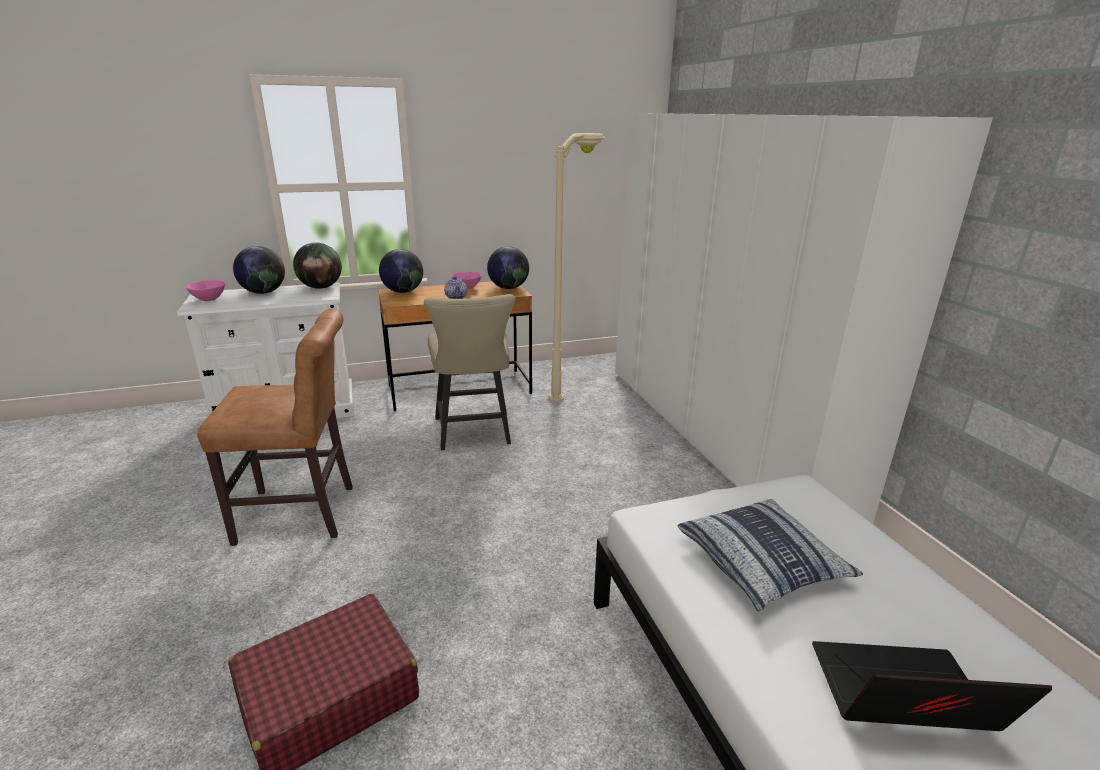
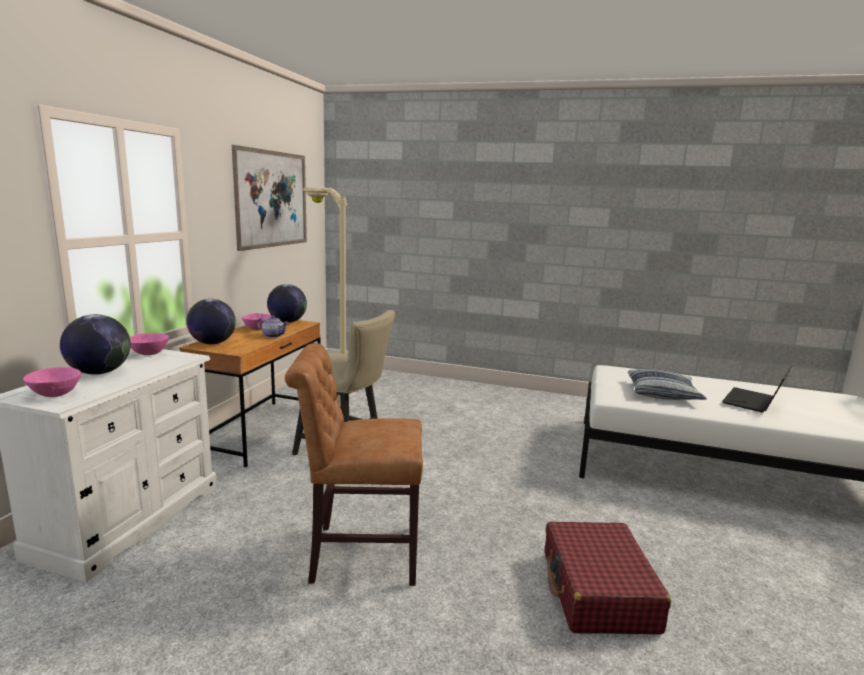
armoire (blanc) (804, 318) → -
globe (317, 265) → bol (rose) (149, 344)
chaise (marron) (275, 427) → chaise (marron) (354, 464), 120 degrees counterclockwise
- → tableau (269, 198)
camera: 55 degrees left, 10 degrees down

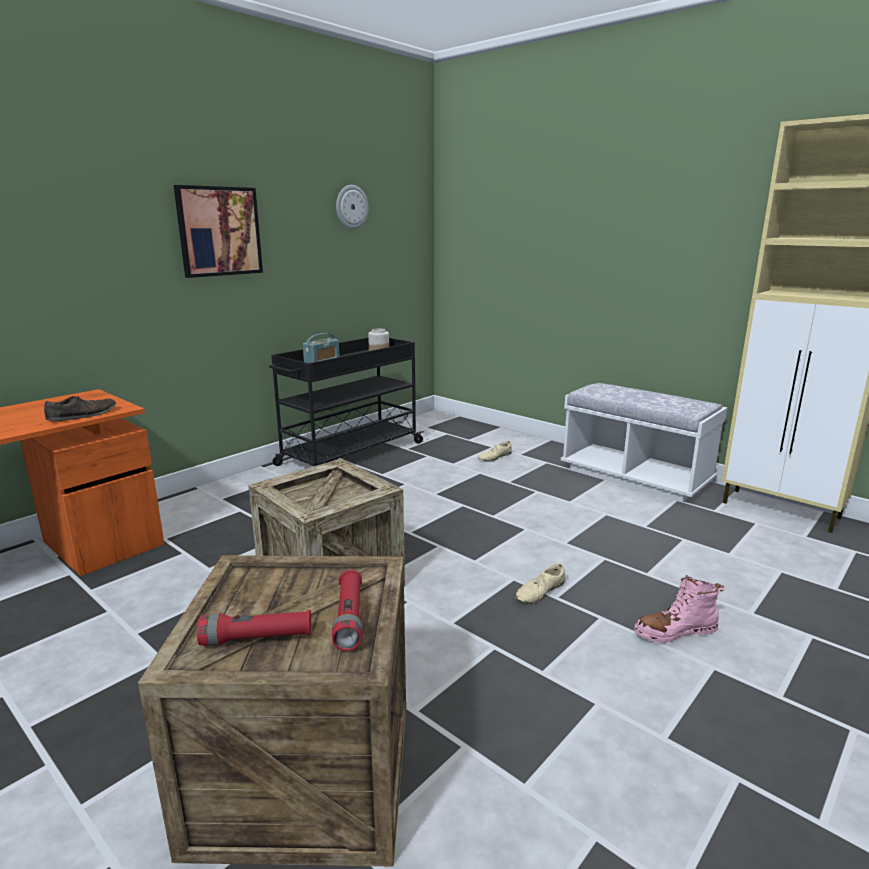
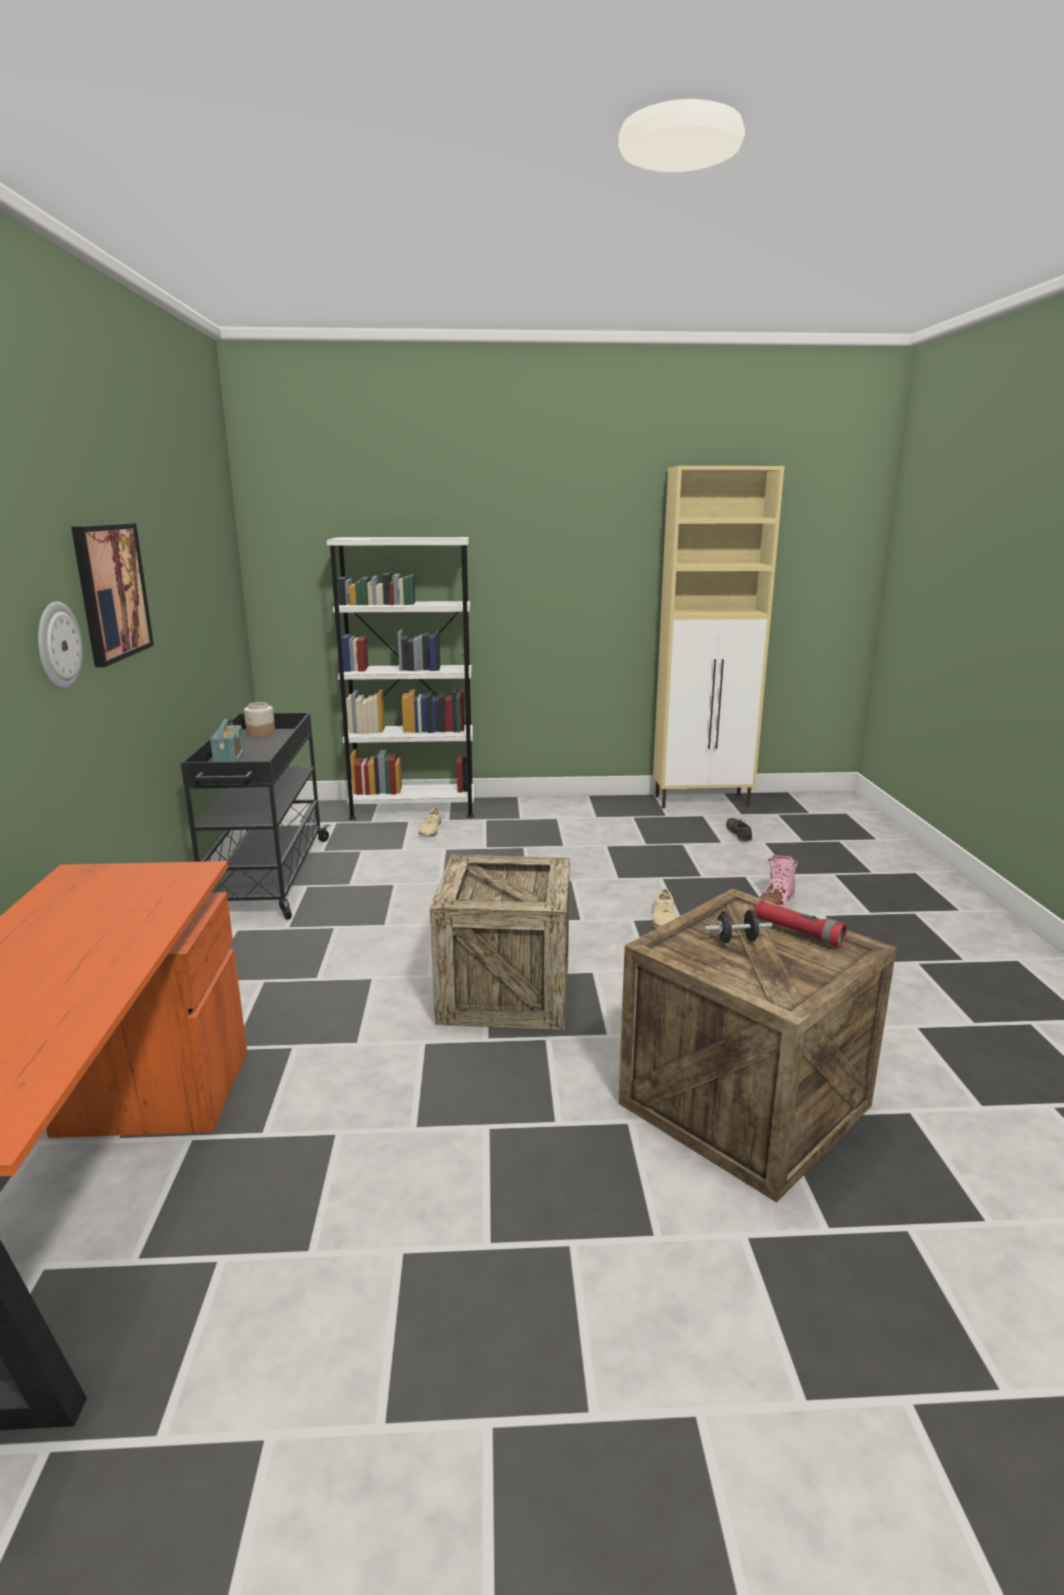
horloge murale (352, 207) → horloge murale (60, 645), moved
banc (blanc) (644, 442) → -
chaussure (marron) (80, 408) → chaussure (marron) (739, 830), moved
lampe de poche (rouge) (254, 628) → -
- → bibliothèque (blanc) (400, 678)
- → haltère (noir) (738, 926)
camera: 45 degrees left, 0 degrees up

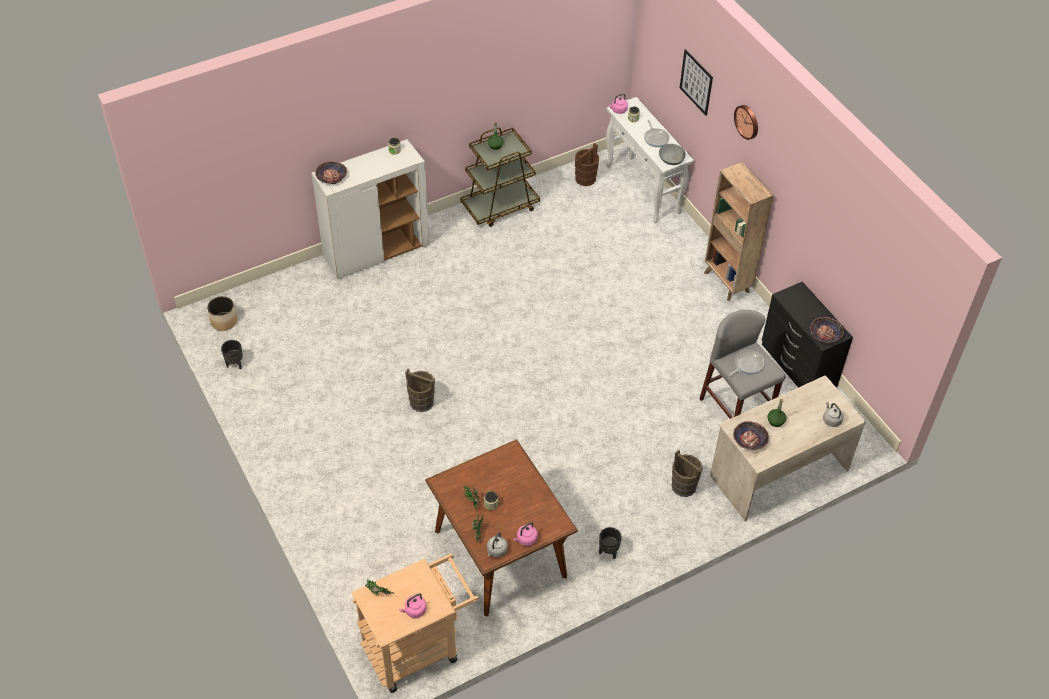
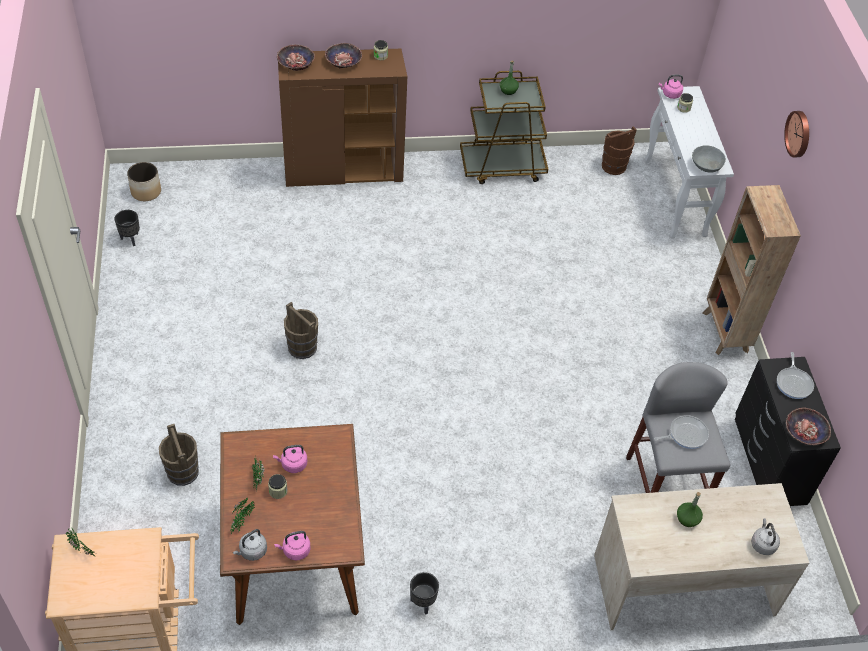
tableau (696, 82) → -
poêle (657, 133) → poêle (795, 375), moved
meuble de rangement (blanc) (370, 209) → meuble de rangement (marron) (342, 118)
bol (751, 435) → bol (343, 55), moved
seau (marron) (687, 473) → seau (marron) (179, 455), moved
bouilloire (rose) (413, 605) → bouilloire (rose) (290, 459), moved
camera: 20 degrees right, 0 degrees up

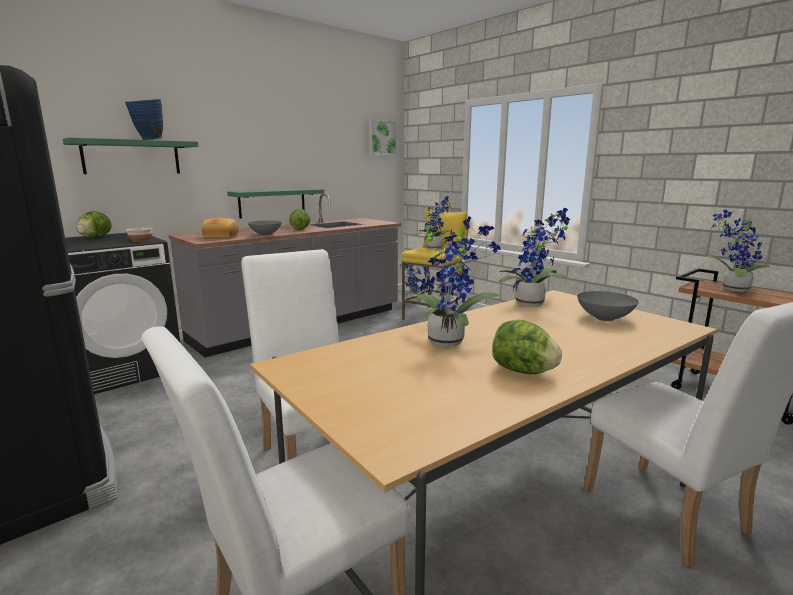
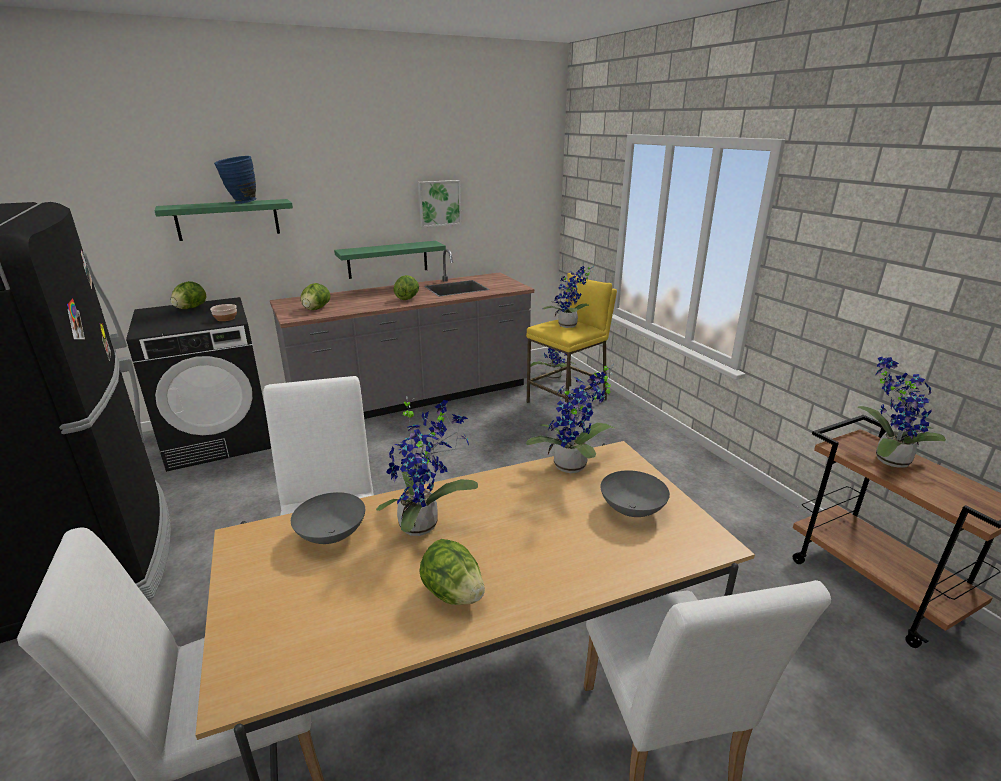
tableau (383, 137) → tableau (439, 204), moved
pain (220, 228) → laitue (316, 296)
bol (gris) (265, 228) → bol (gris) (328, 518), moved
camera: 15 degrees right, 10 degrees up

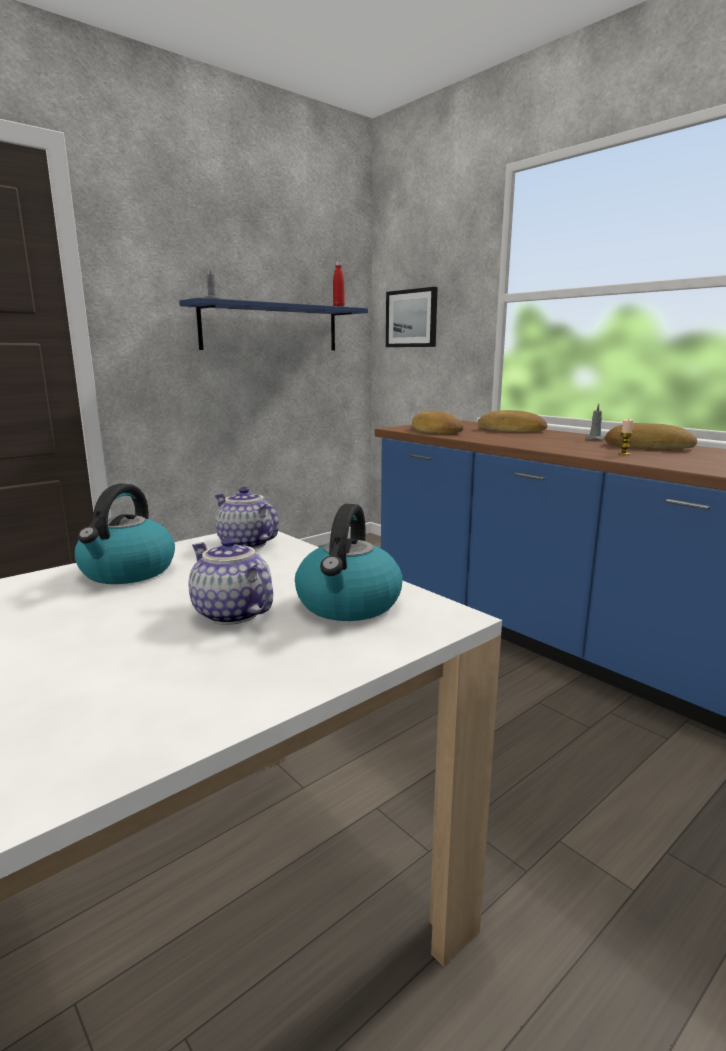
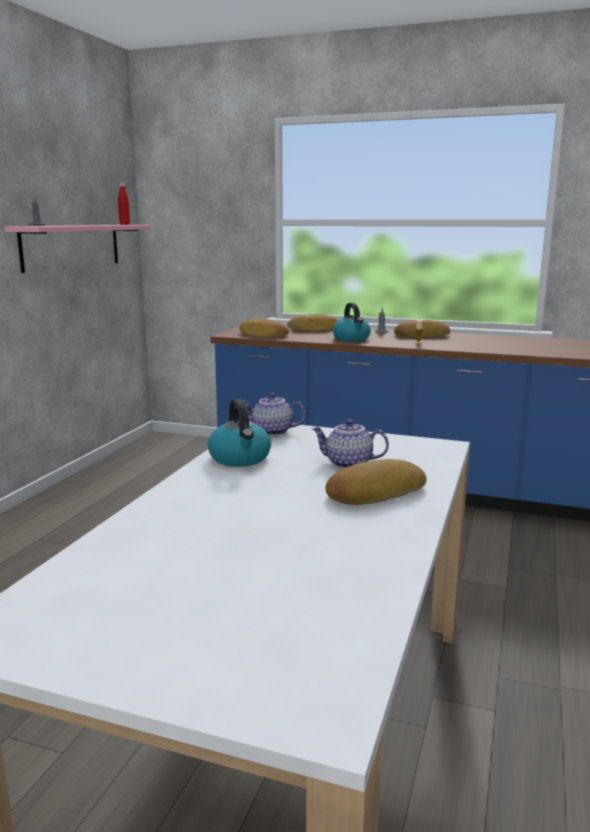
tableau (412, 317) → -
étagère (bleu) (273, 324) → étagère (rose) (77, 249)
bouilloire (349, 562) → bouilloire (352, 322), moved
- → pain (376, 482)
camera: 30 degrees left, 0 degrees up

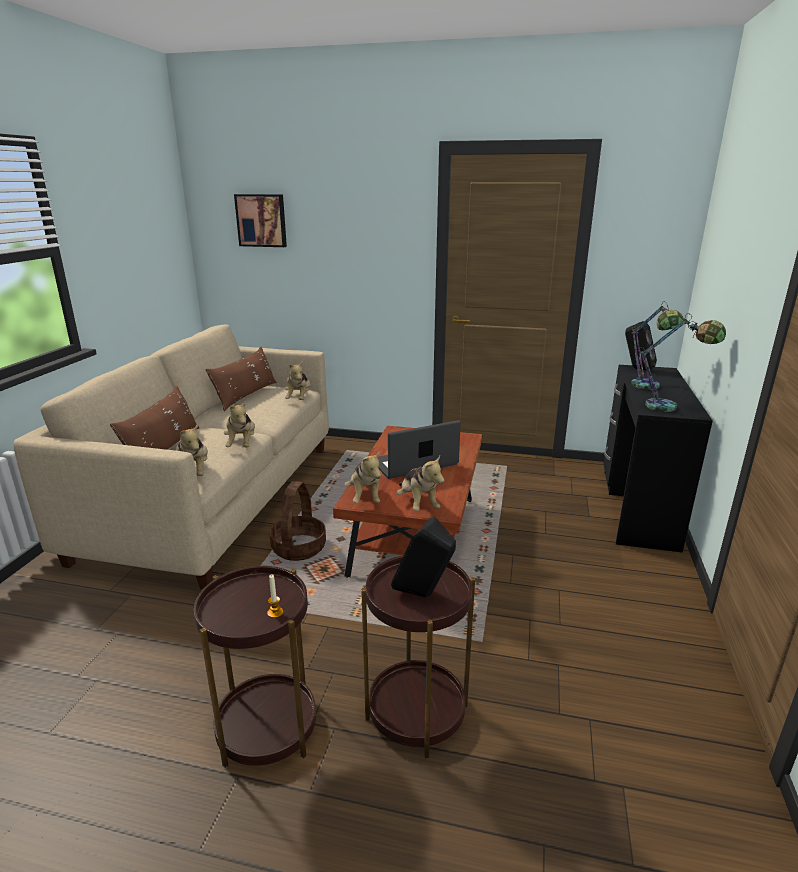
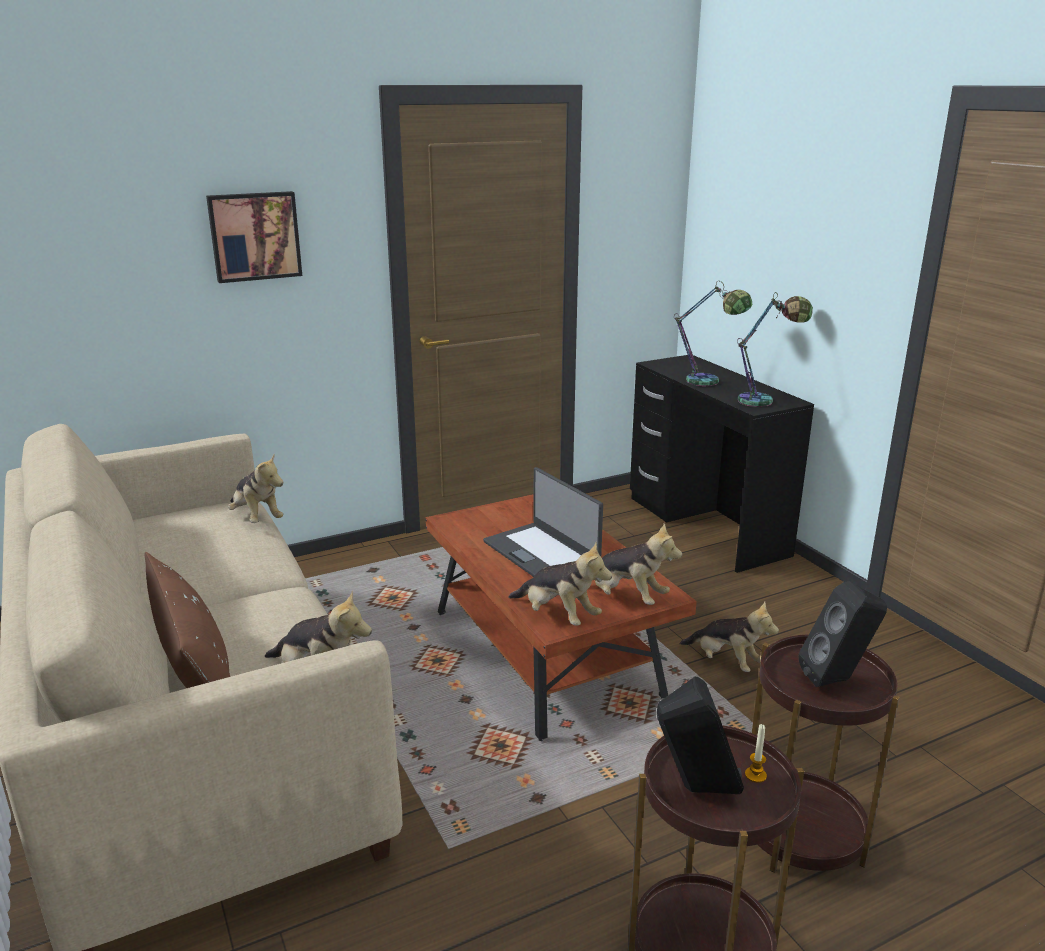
tableau (260, 220) → tableau (254, 237), moved
enceinte (noir) (641, 345) → enceinte (noir) (700, 735), moved
coussin (marron) (241, 379) → -
peluche (239, 424) → peluche (729, 636), moved
ordinateur portable (419, 449) → ordinateur portable (543, 522), 60 degrees counterclockwise
panier (297, 521) → -
camera: 40 degrees left, 0 degrees up

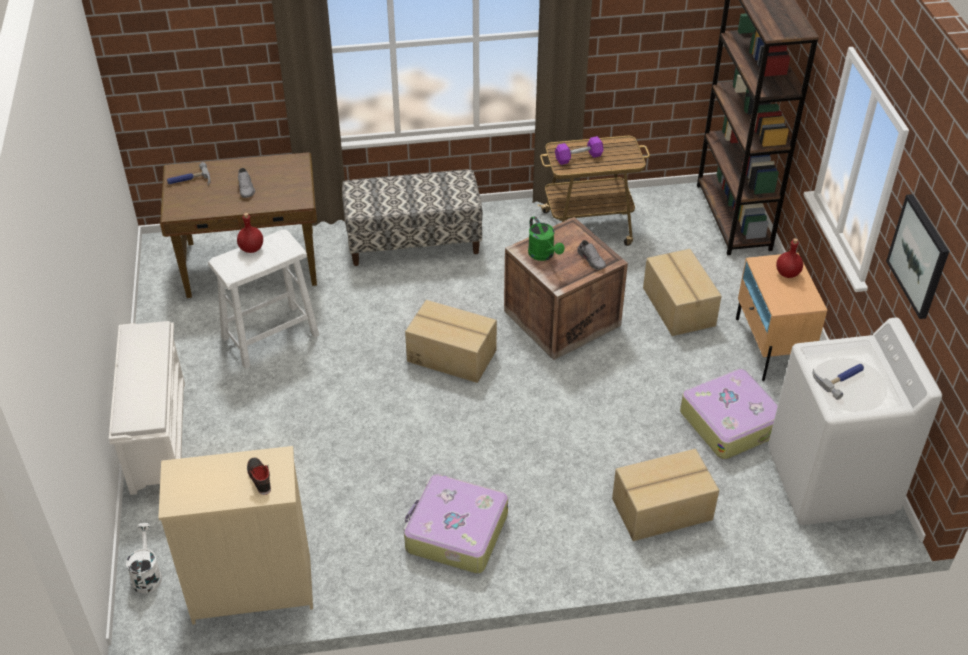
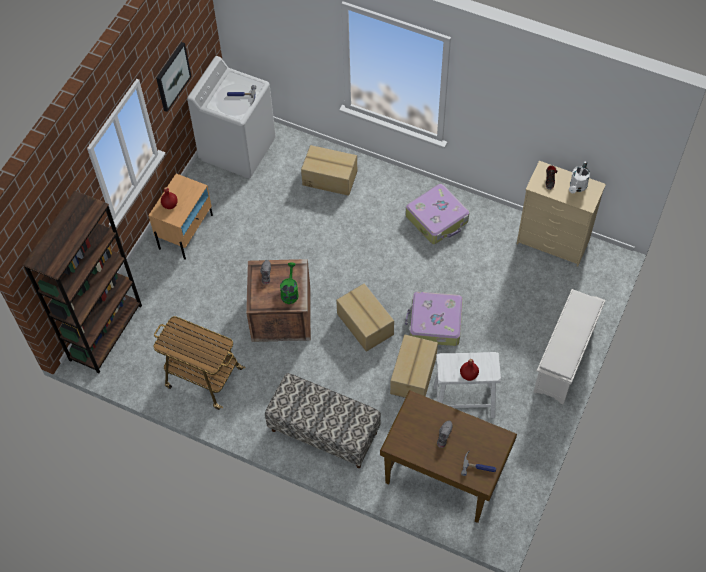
haltère (violet) (579, 150) → -
carton (682, 292) → carton (414, 366), moved
valise (729, 414) → valise (434, 319), moved
arrosoir (blanc) (144, 558) → arrosoir (blanc) (579, 177), moved
camera: 145 degrees left, 15 degrees up

